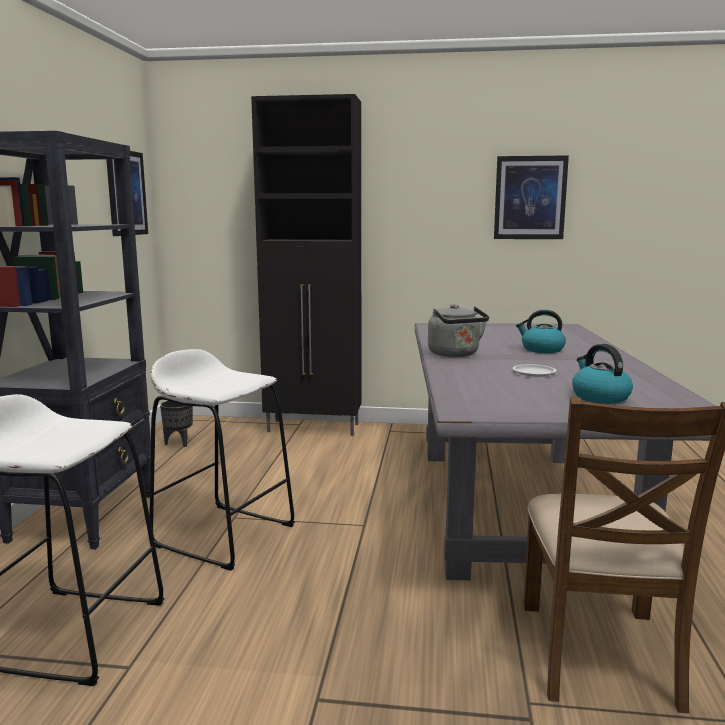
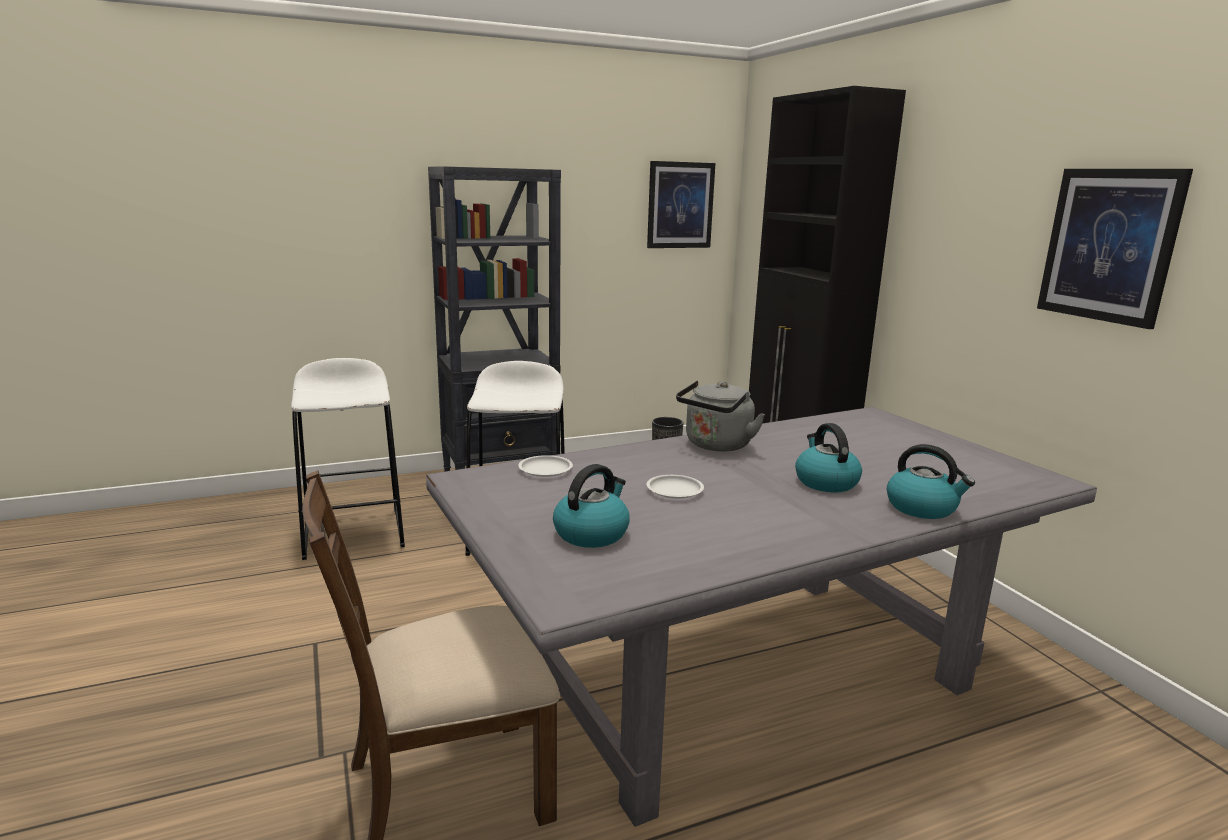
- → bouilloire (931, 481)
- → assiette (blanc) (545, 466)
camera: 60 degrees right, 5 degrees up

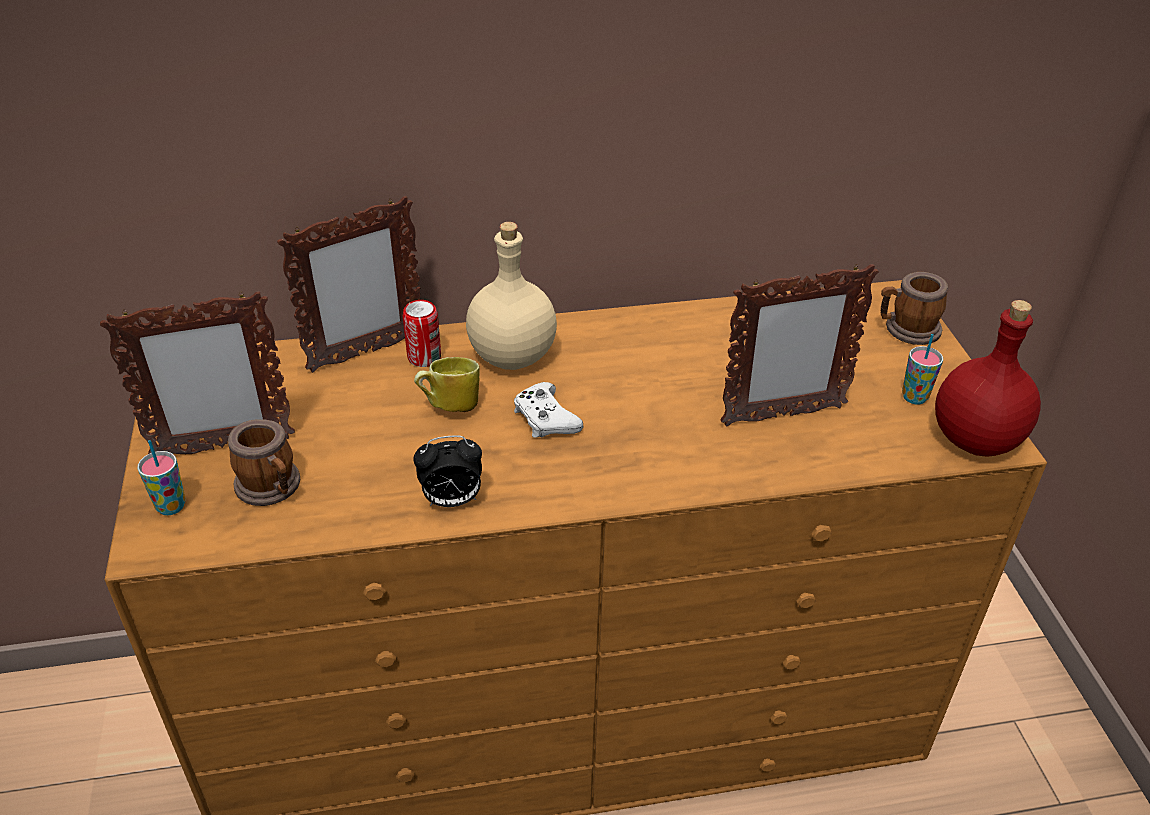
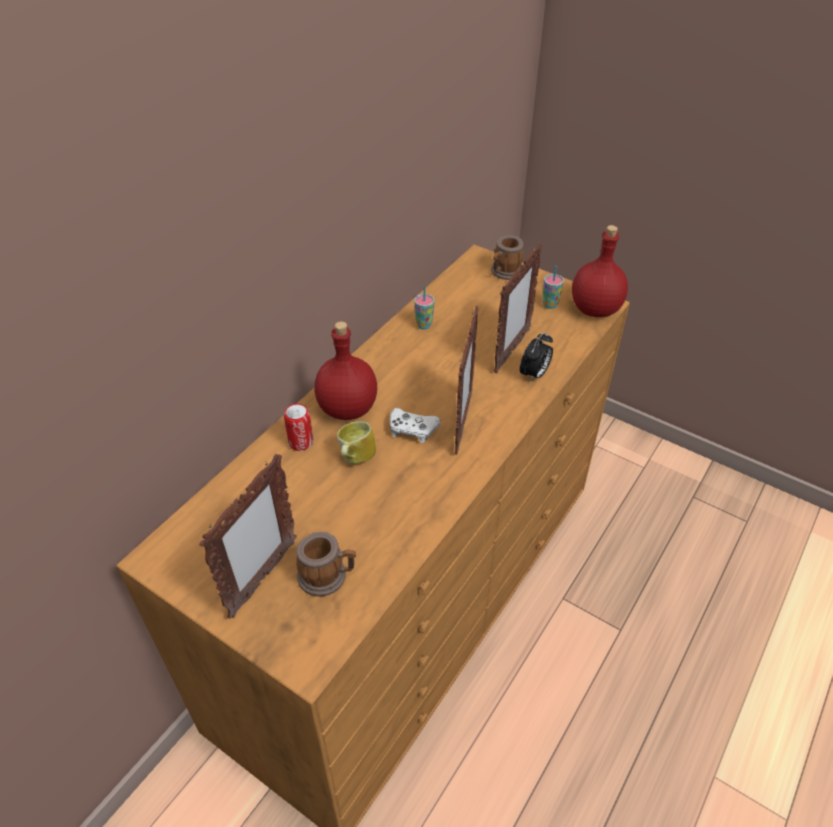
cadre photo (349, 284) → cadre photo (466, 380), moved
bouteille (beige) (511, 296) → bouteille (rouge) (346, 370)
réveil (447, 471) → réveil (536, 357), moved
tasse (161, 477) → tasse (424, 307), moved
camera: 45 degrees left, 5 degrees up

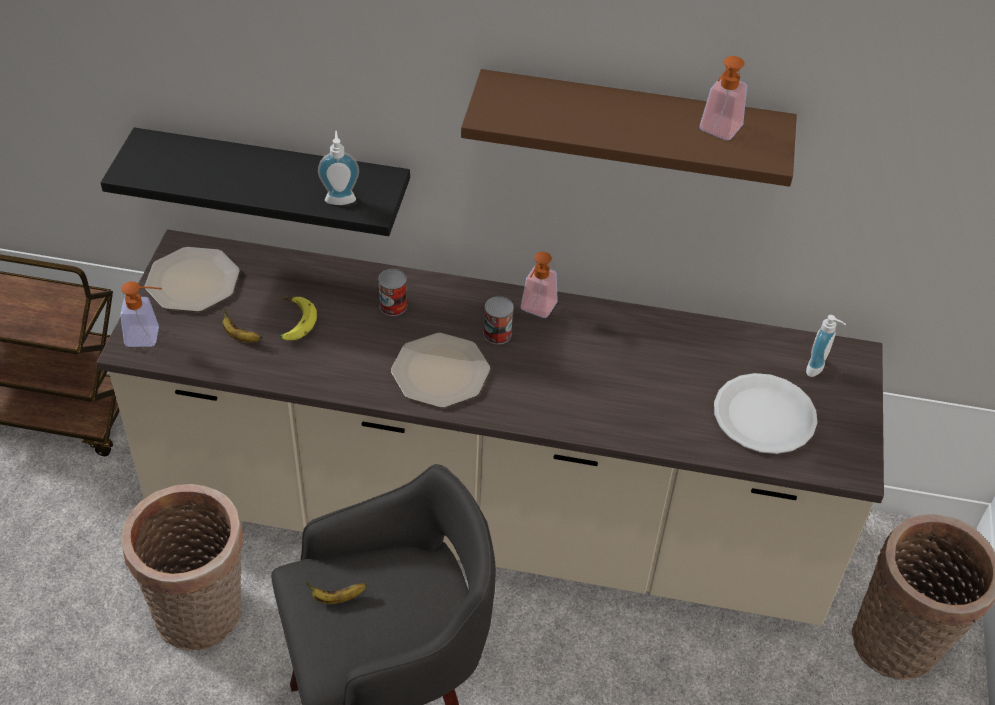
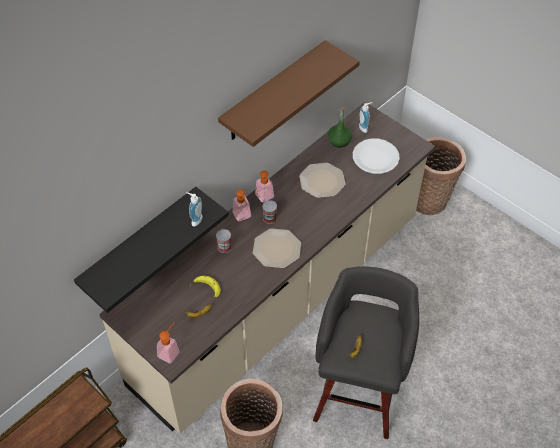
distributeur de savon (723, 98) → distributeur de savon (242, 205), moved
assiette (192, 279) → assiette (322, 180), moved
- → bouteille (vert) (340, 127)
camera: 55 degrees left, 5 degrees up

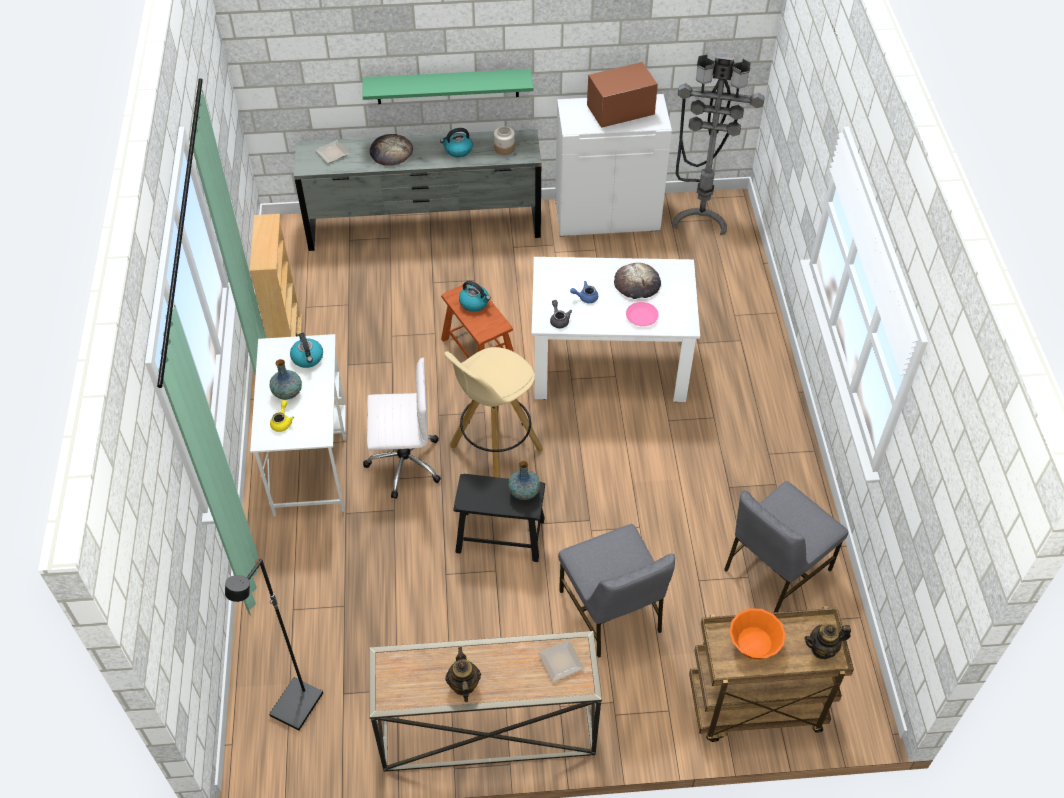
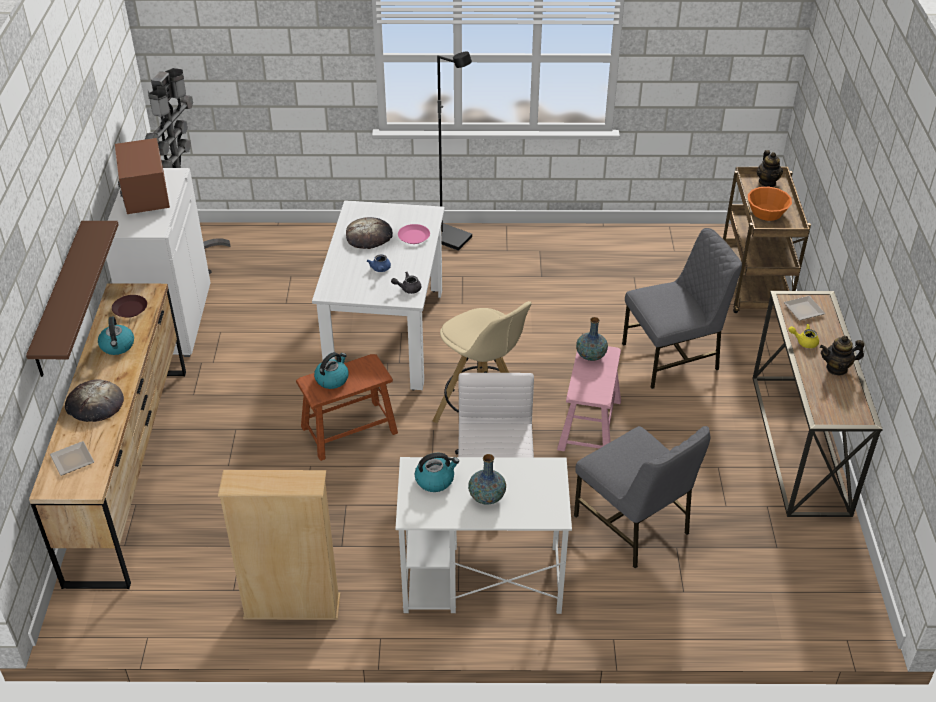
étagère (vert) (447, 86) → étagère (marron) (72, 299)
bocal (504, 140) → assiette (marron) (129, 306)
commode (gris) (417, 190) → commode (marron) (107, 436)
théière (jaune) (282, 416) → théière (jaune) (803, 336), moved
tabouret (noir) (499, 518) → tabouret (rose) (589, 398)
chaise (gris) (786, 546) → chaise (gris) (642, 497), moved
lampadaire (noir) (274, 644) → lampadaire (noir) (454, 151), moved
camera: 85 degrees left, 10 degrees down

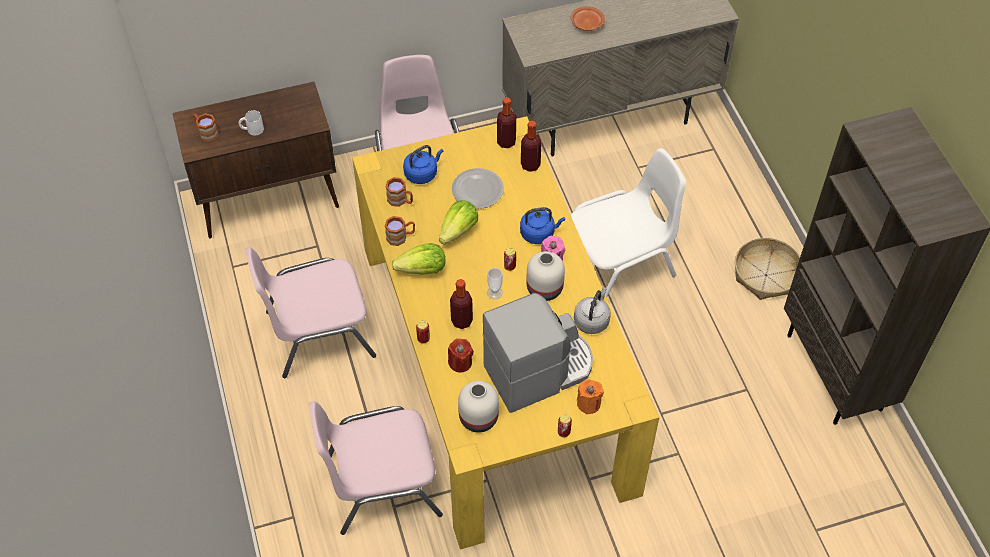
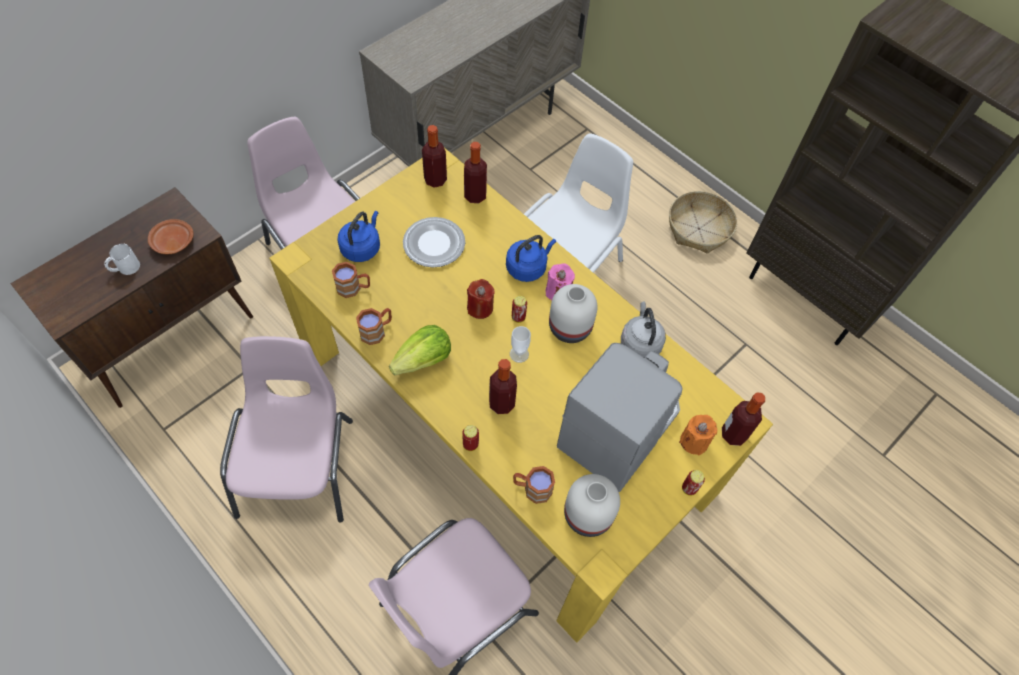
assiette (marron) (588, 18) → assiette (marron) (171, 236), moved
mug (marron) (206, 127) → mug (marron) (534, 485), moved
laitue (458, 222) → -
chaise (rose) (310, 312) → chaise (rose) (286, 429), 135 degrees clockwise
bougie (rouge) (461, 356) → bougie (rouge) (481, 299), moved
- → bouteille (743, 419)
camera: 30 degrees left, 5 degrees up

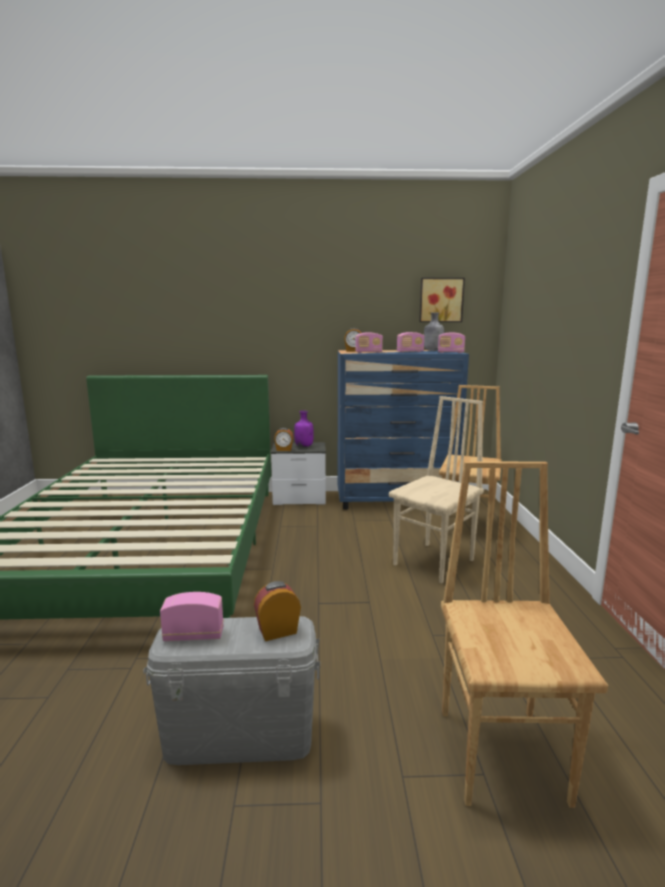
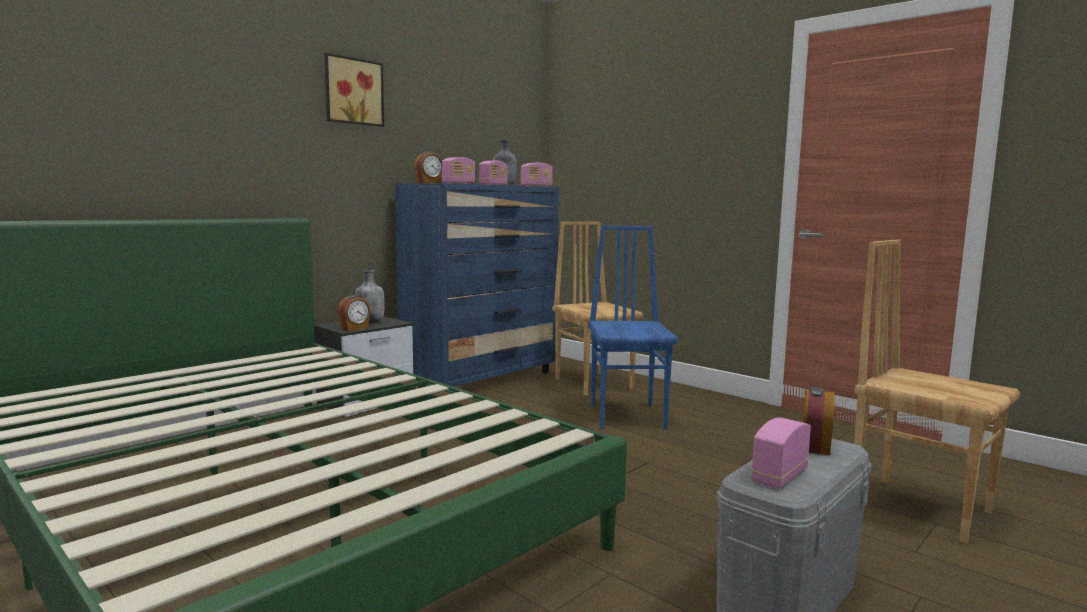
tableau (442, 300) → tableau (354, 90), moved
chaise (beige) (436, 489) → chaise (bleu) (633, 327)
bouteille (violet) (304, 429) → bouteille (gris) (370, 296)
camera: 45 degrees left, 5 degrees down

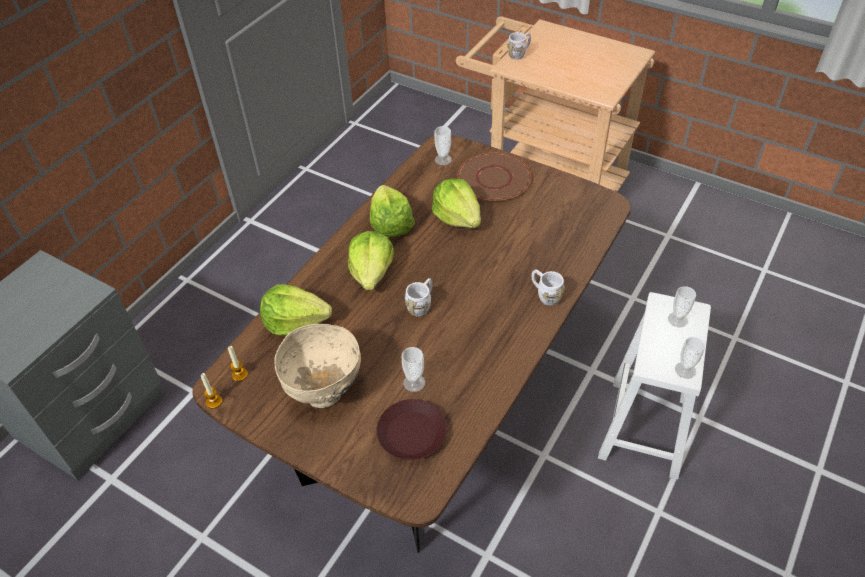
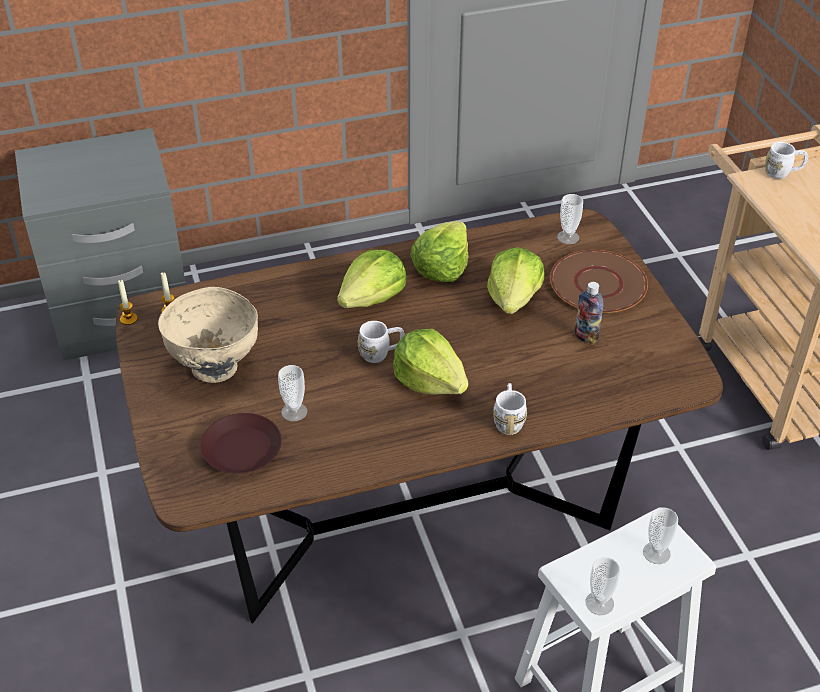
laitue (296, 310) → laitue (430, 362), moved
- → bouteille (589, 313)
camera: 40 degrees right, 5 degrees down

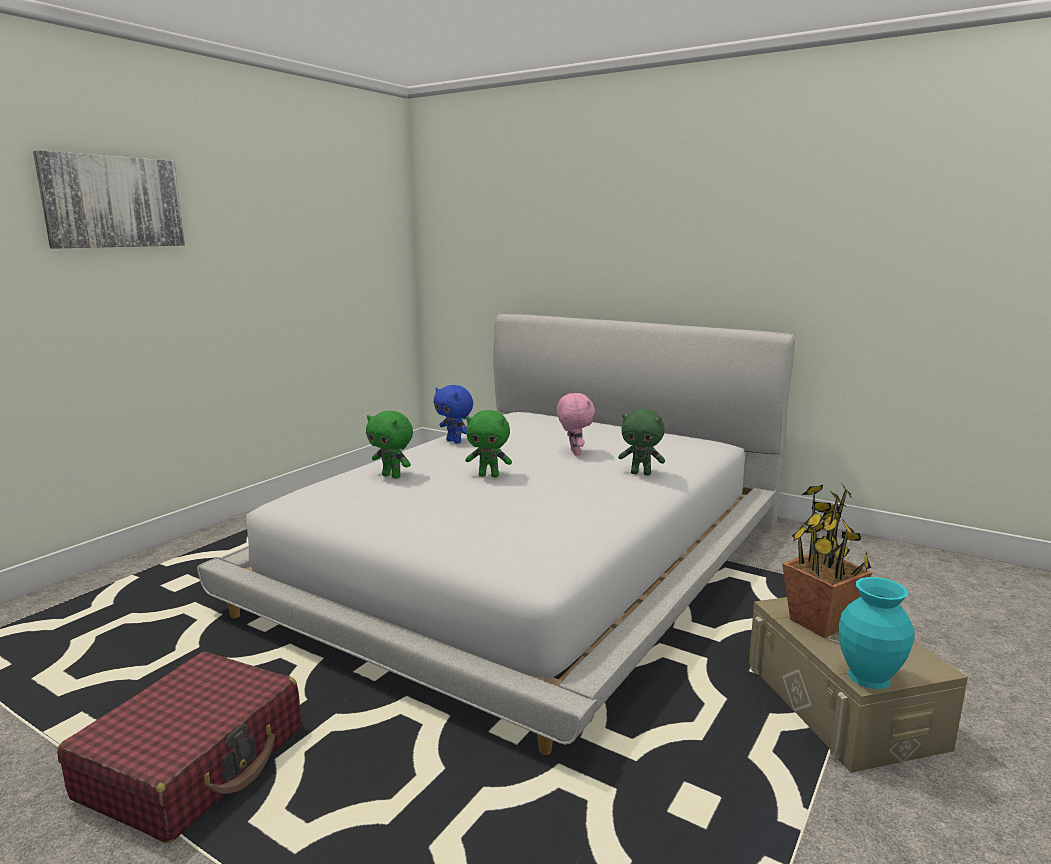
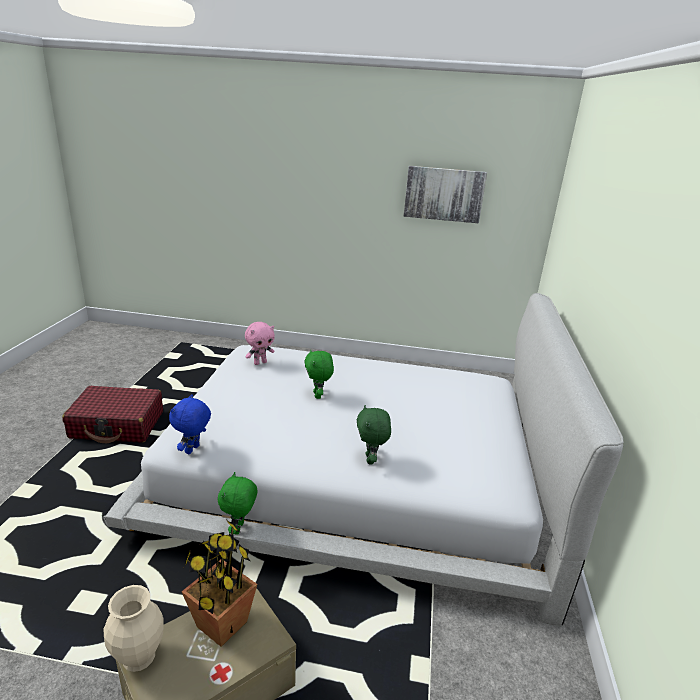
tableau (109, 199) → tableau (445, 194), moved
peluche (bleu) (453, 414) → peluche (bleu) (190, 424), moved
peluche (rose) (576, 424) → peluche (rose) (260, 343), moved
peluche (vert) (389, 445) → peluche (vert) (238, 503), moved
vase (turquoise) (876, 633) → vase (beige) (134, 628)
camera: 65 degrees right, 10 degrees up

